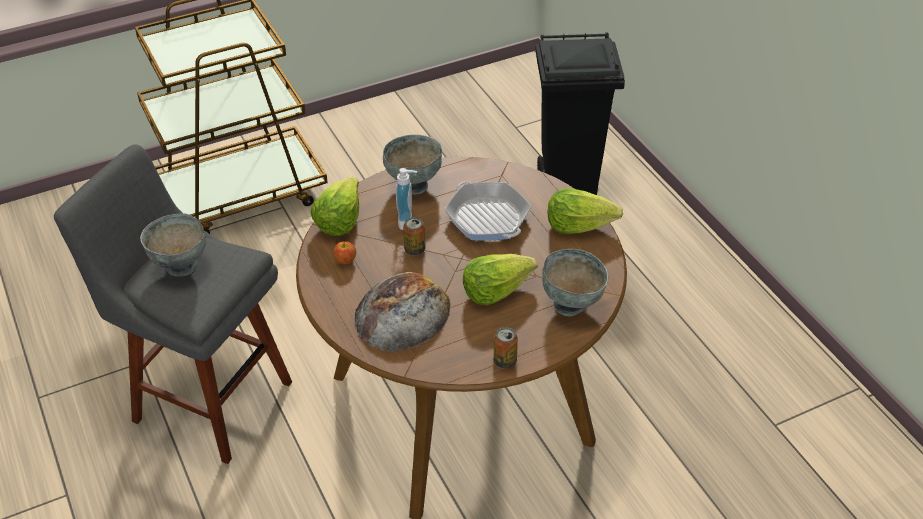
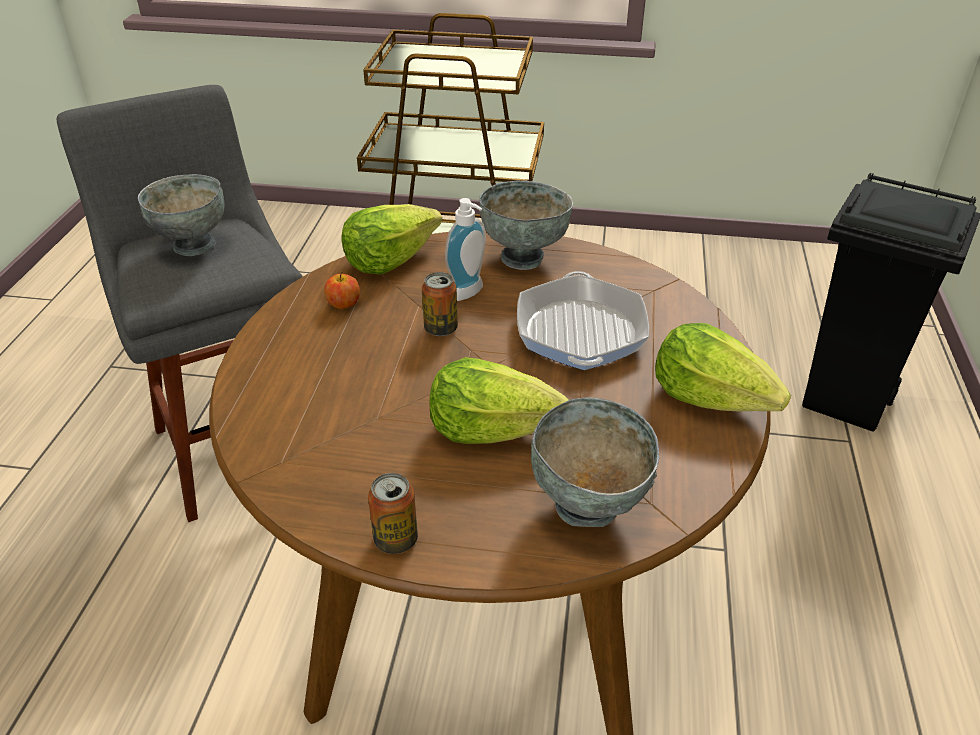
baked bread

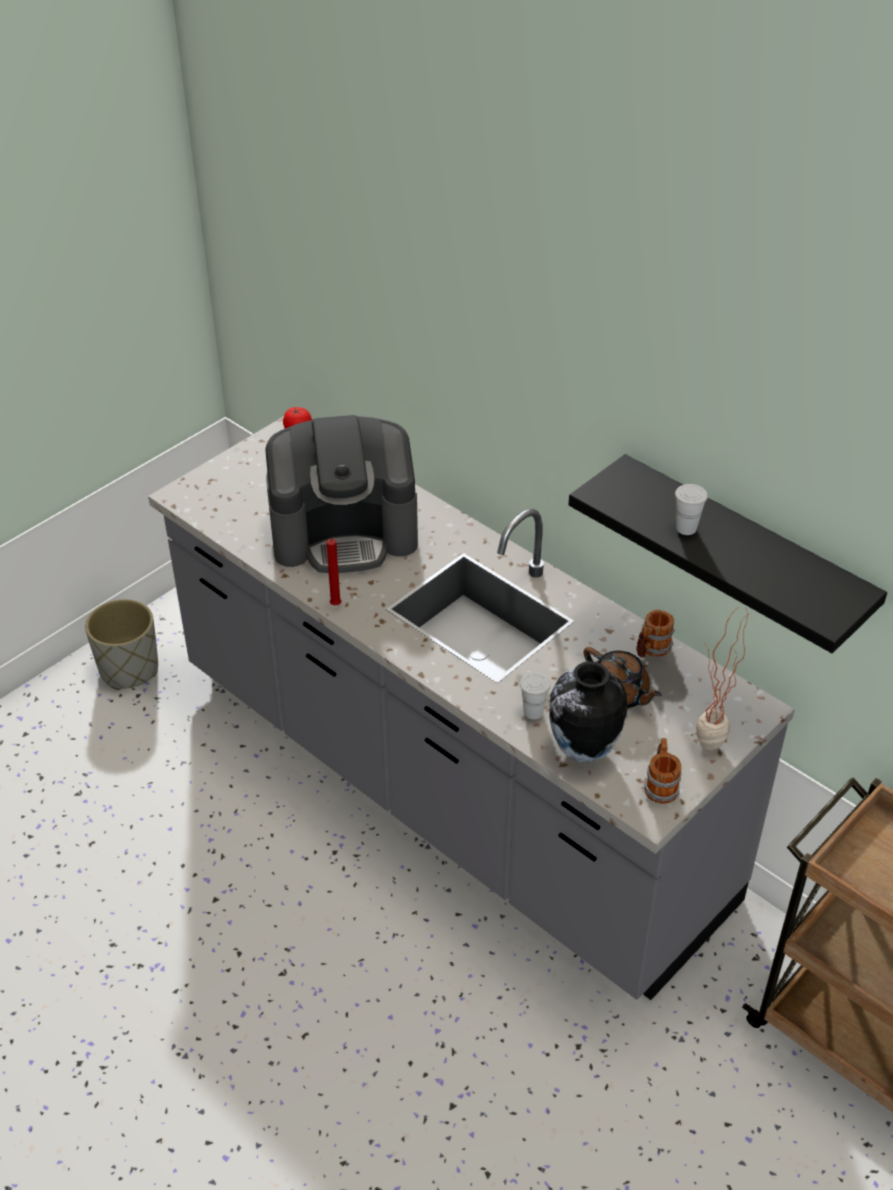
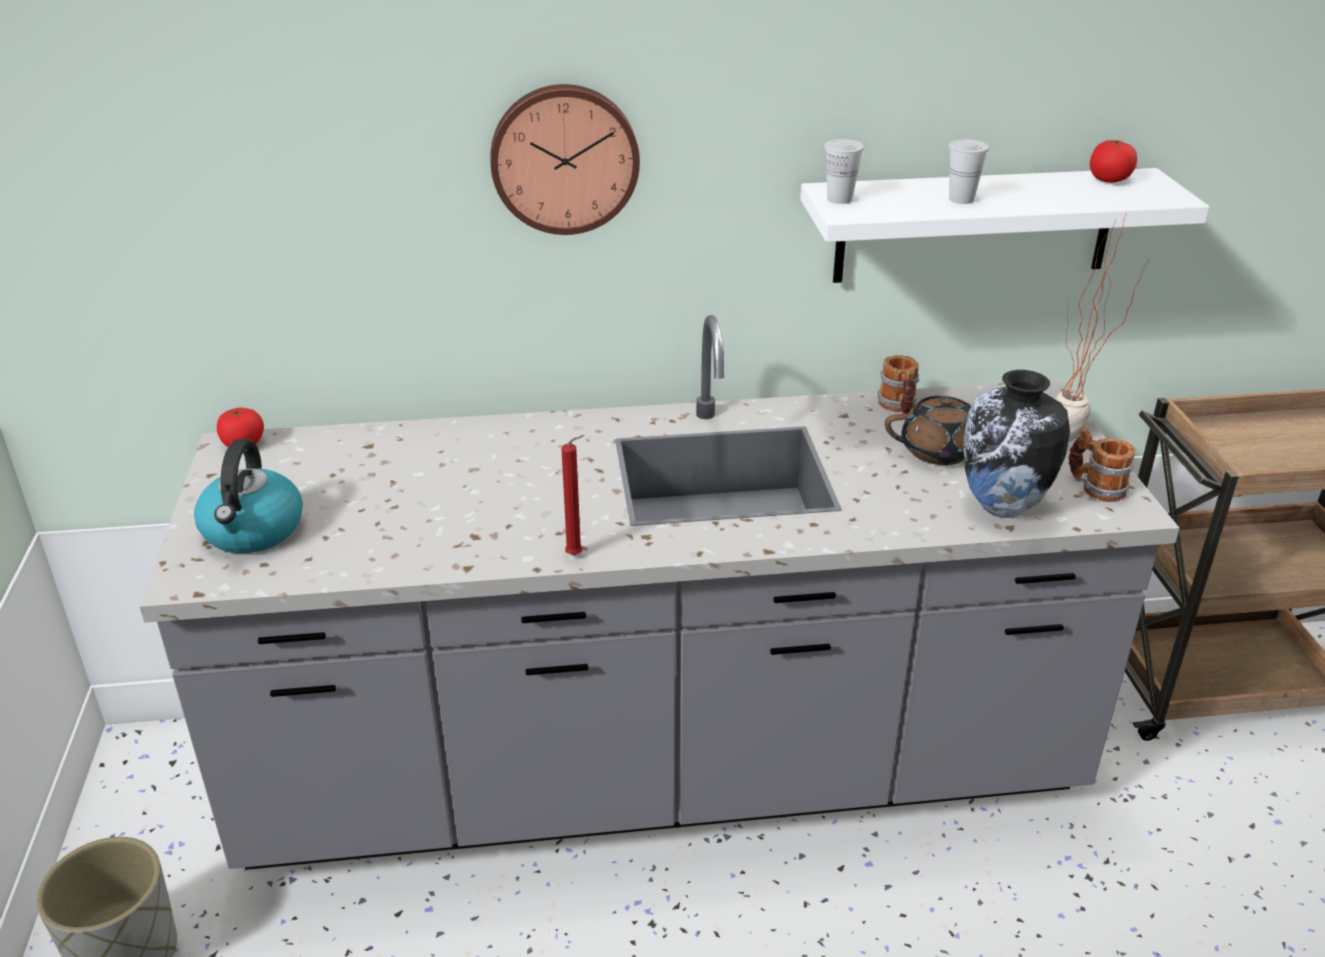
coffee machine
white-coloured small cup (no. 1 from left)
white-coloured wall shelf
water kettle
wall clock
tomato (no. 2 from left)

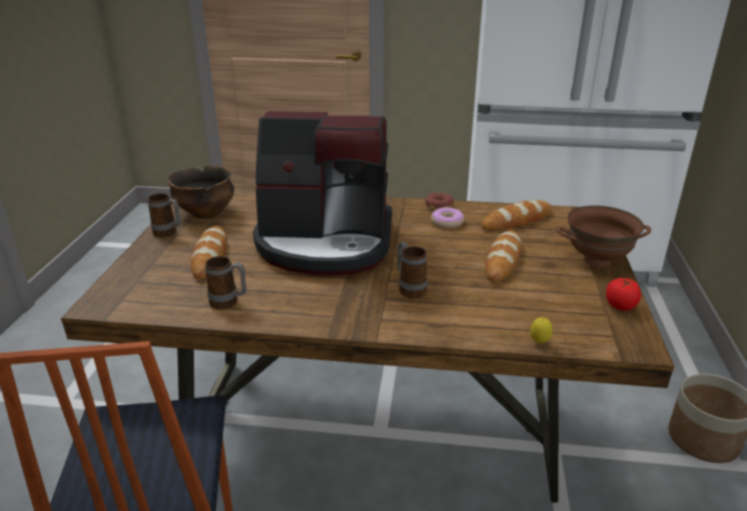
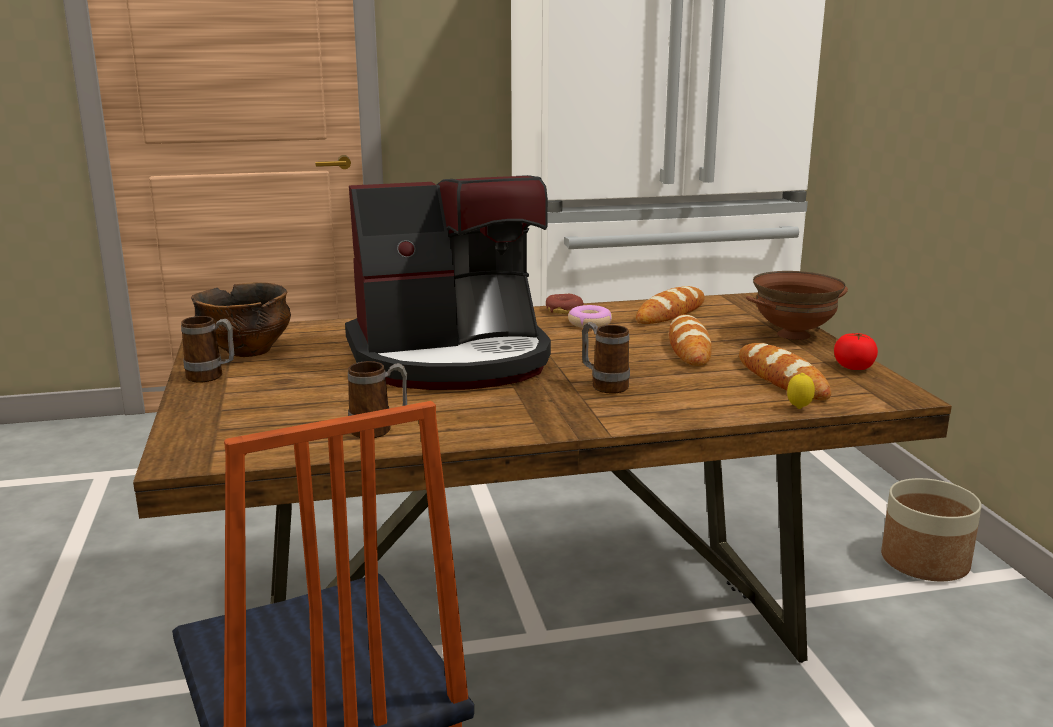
baked bread (no. 3 from left)

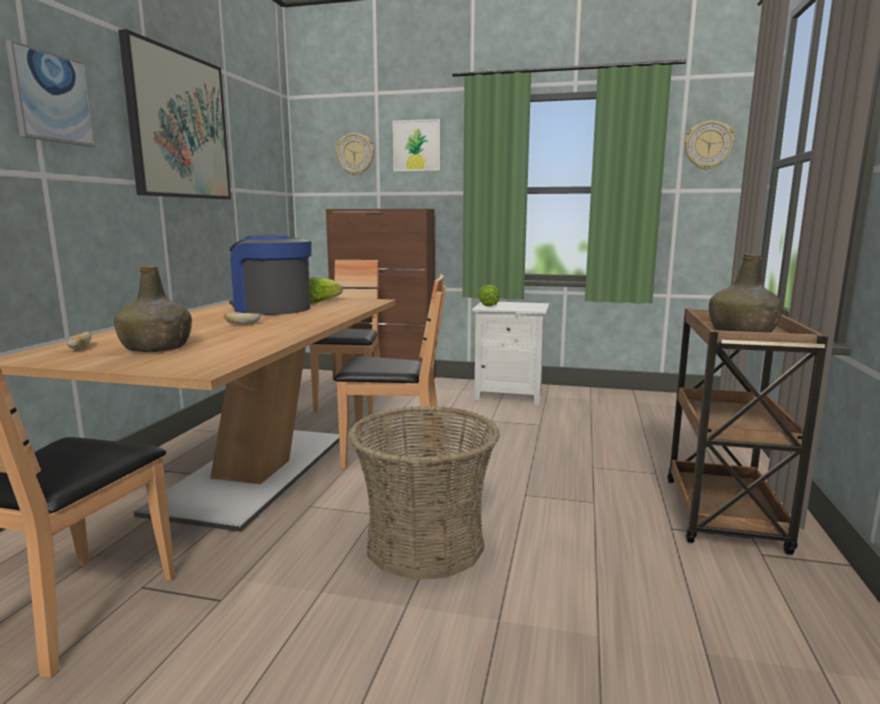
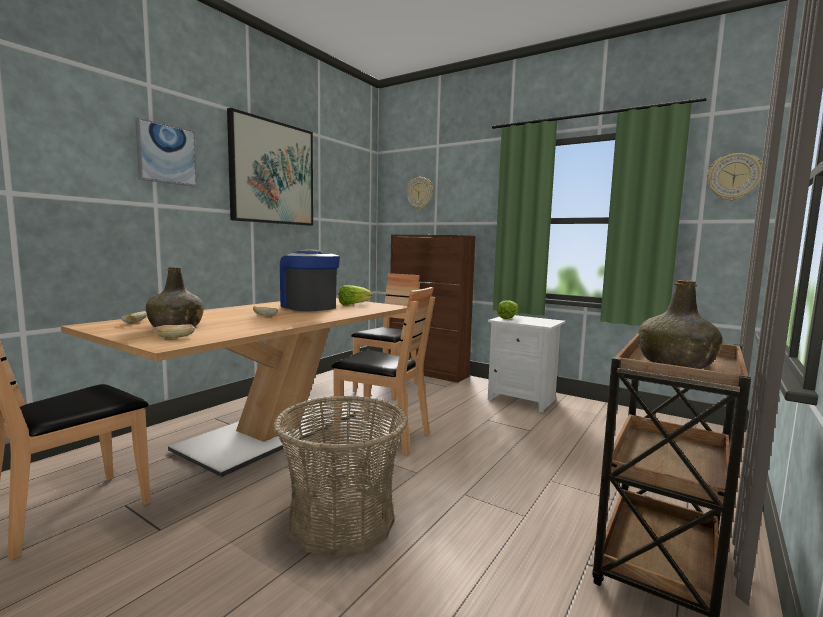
wall picture (no. 3 from left in the first image)
baked bread (no. 2 from left)

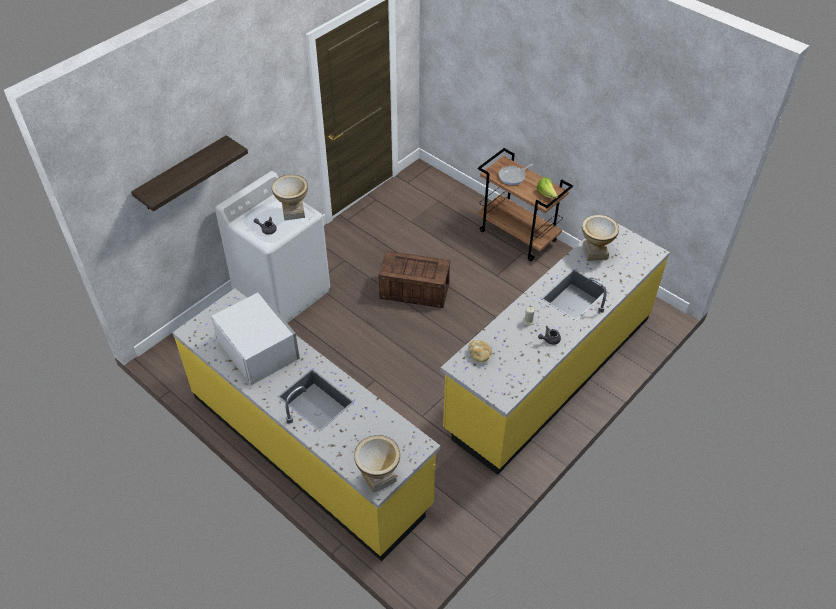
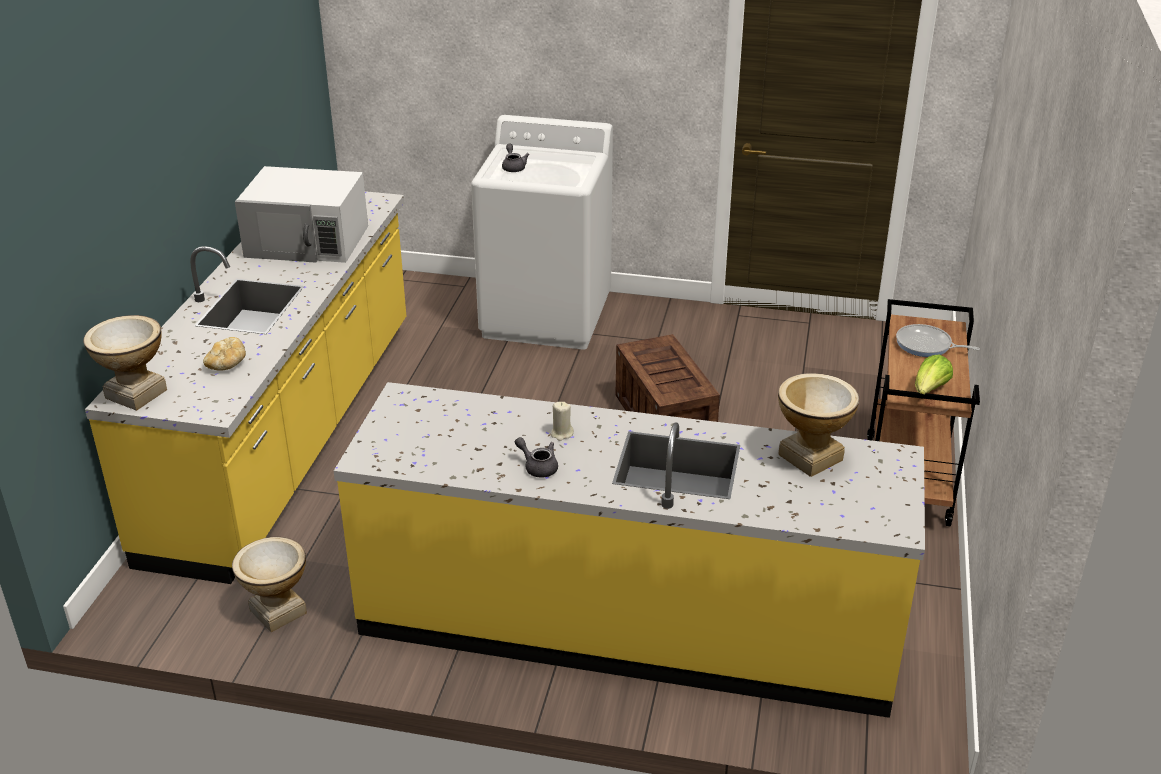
wall shelf
white-coloured microwave
decorative vase (no. 2 from left)
baked bread

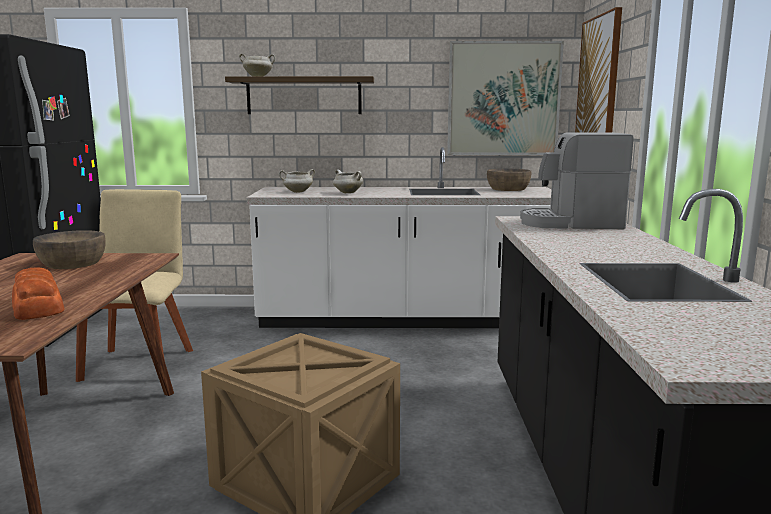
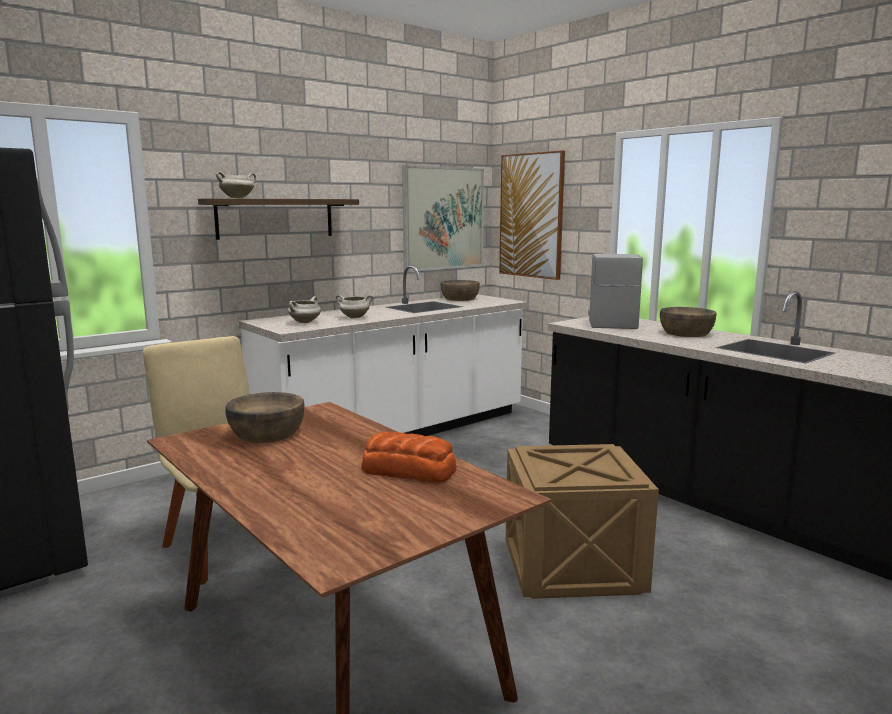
coffee machine
brown serving bowl (no. 3 from left)

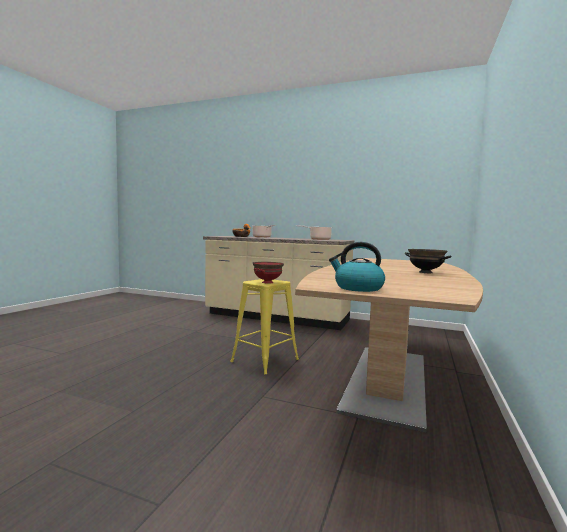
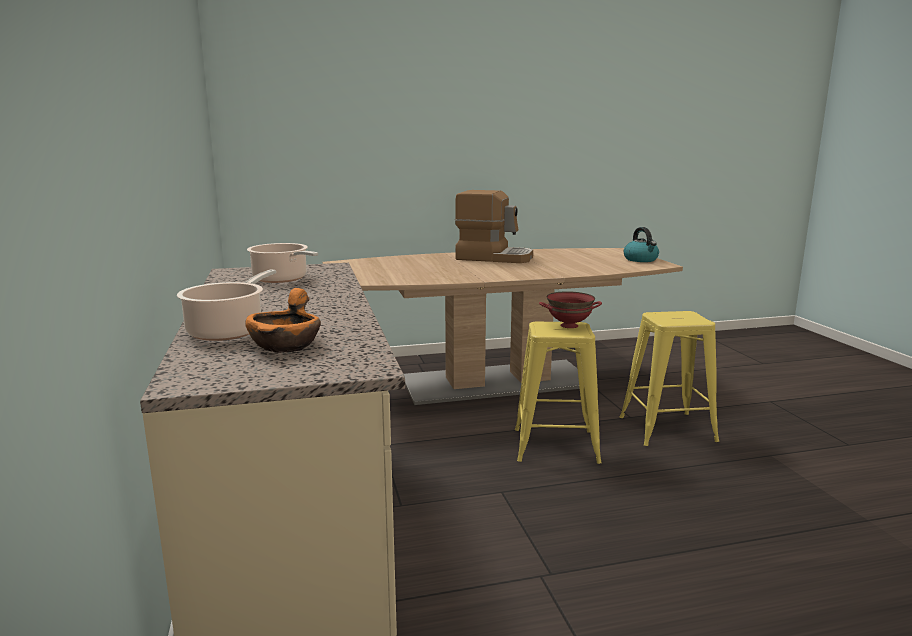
coffee machine
yellow stool seat (no. 2 from left)

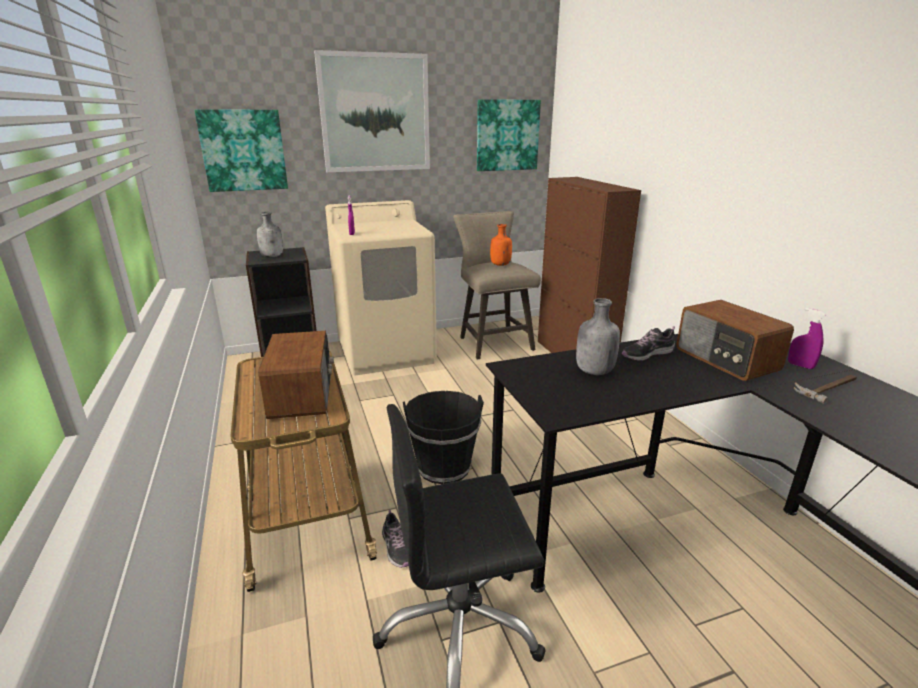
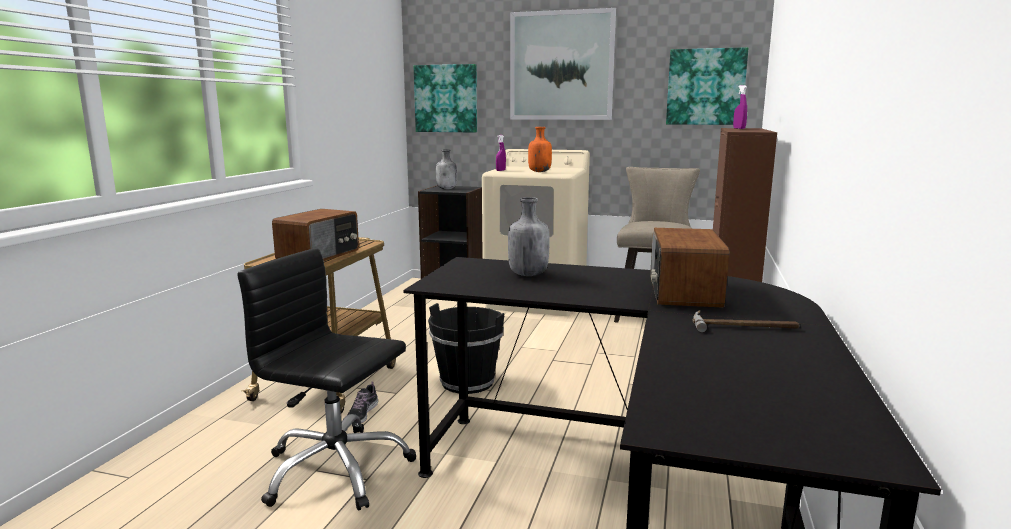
orangey drink bottle
low shoe (no. 2 from left in the first image)
purplish sprayer (no. 2 from left)

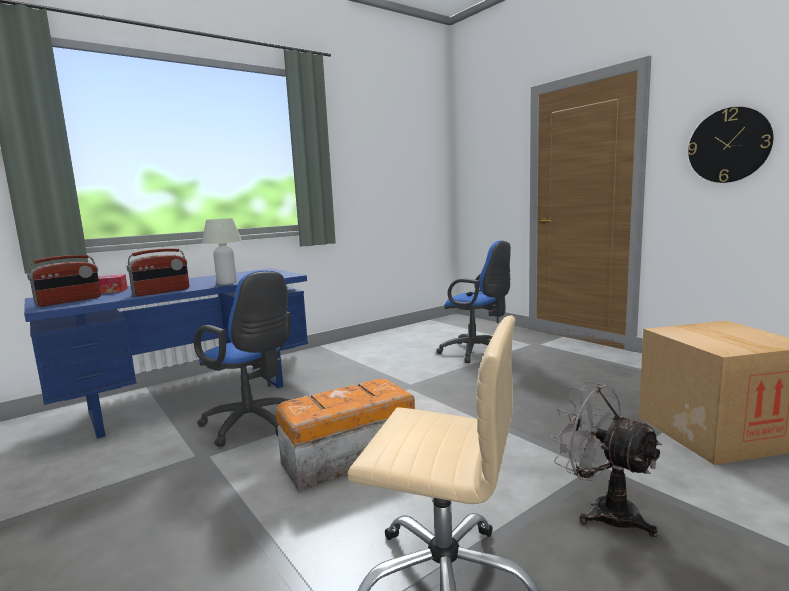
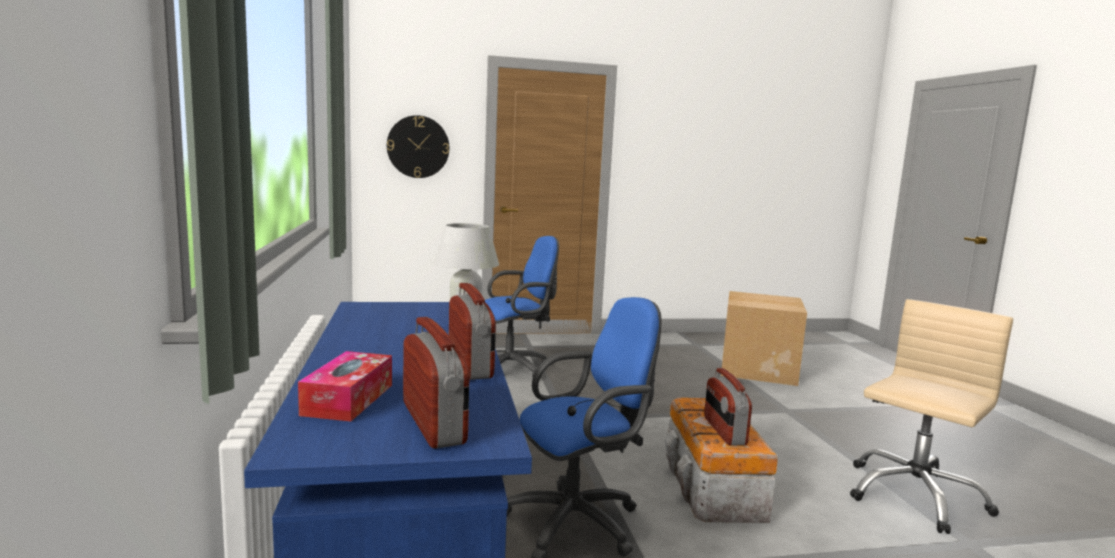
grey electric fan
wall clock
radio receiver (no. 3 from left)

